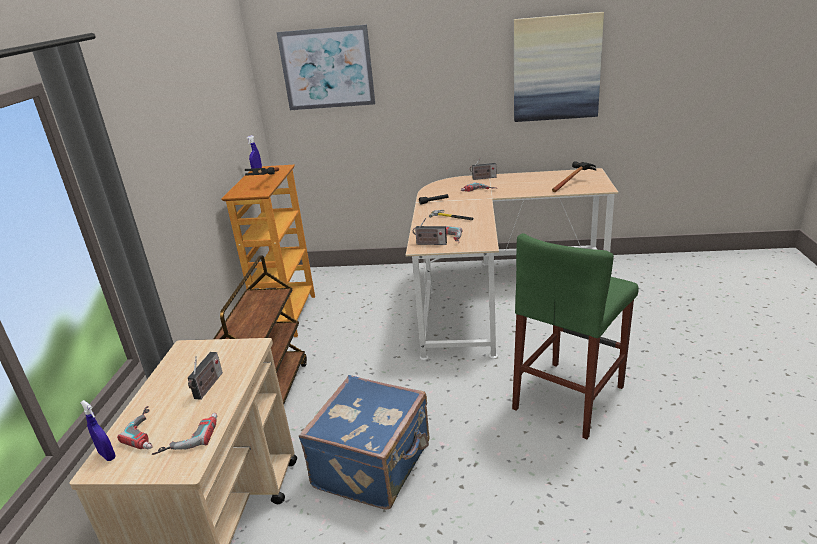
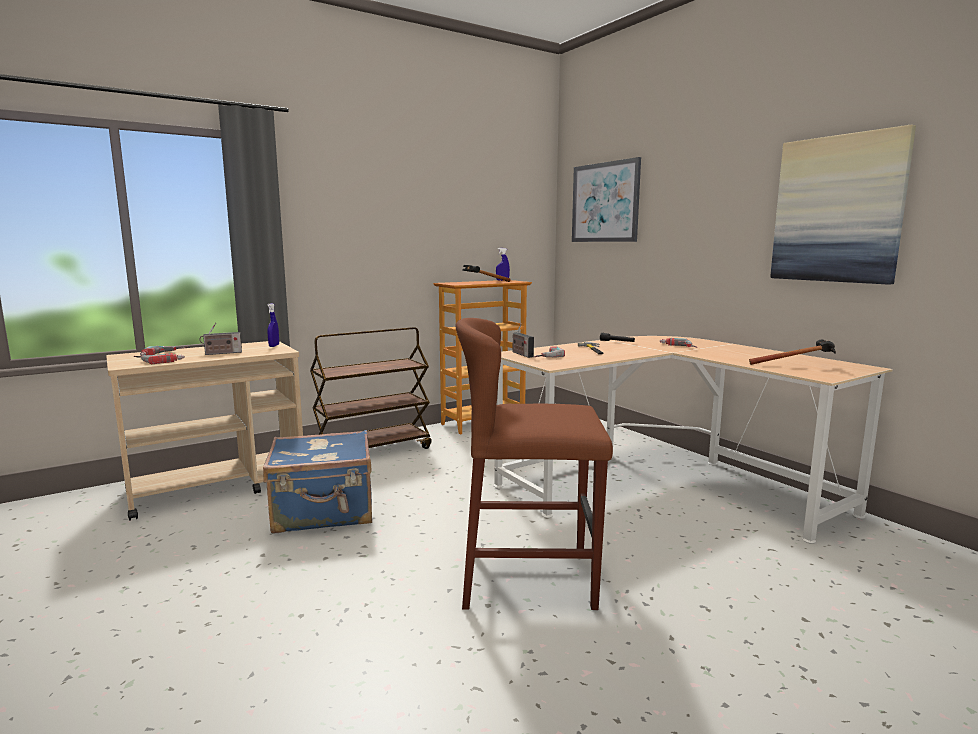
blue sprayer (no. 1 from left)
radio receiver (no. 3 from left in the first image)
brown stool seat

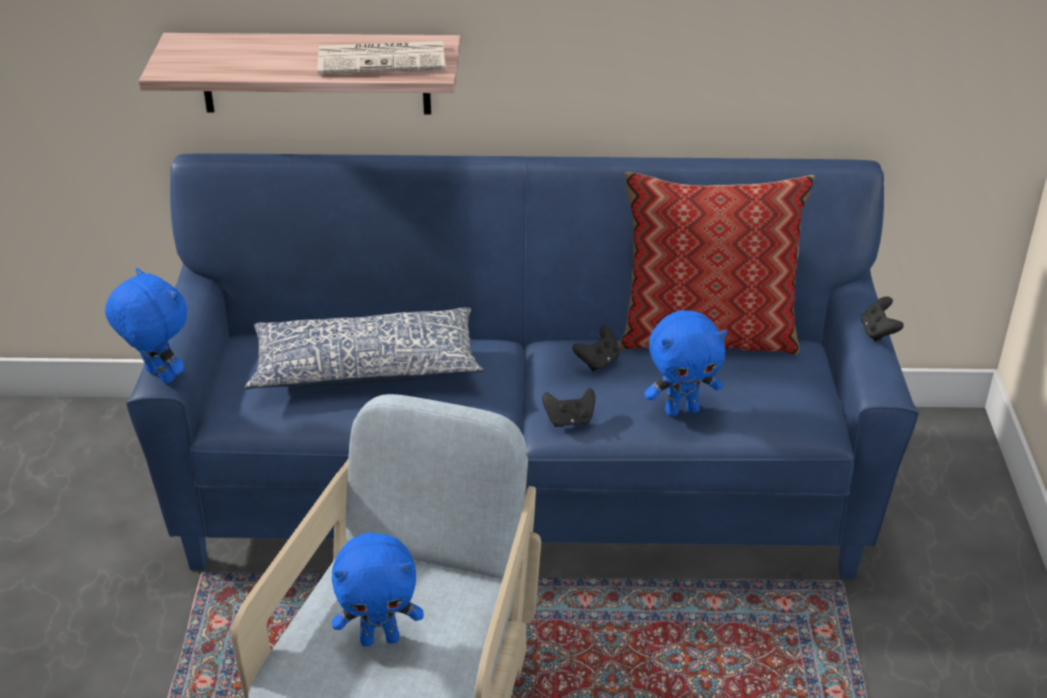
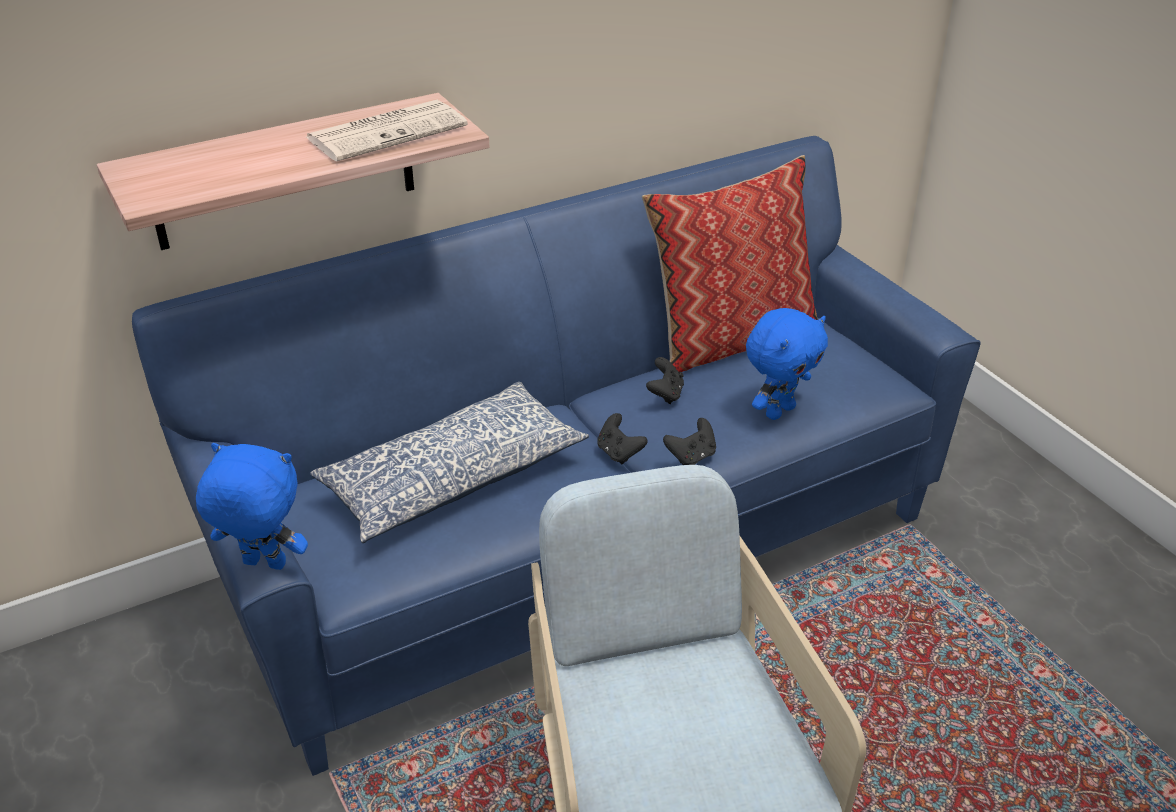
blue plush toy (no. 2 from left in the first image)
black game controller (no. 1 from left)

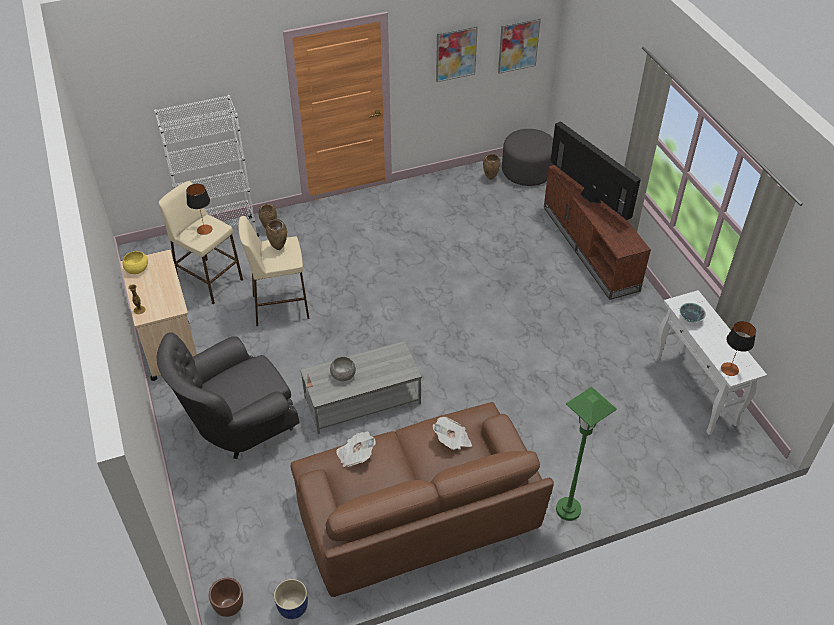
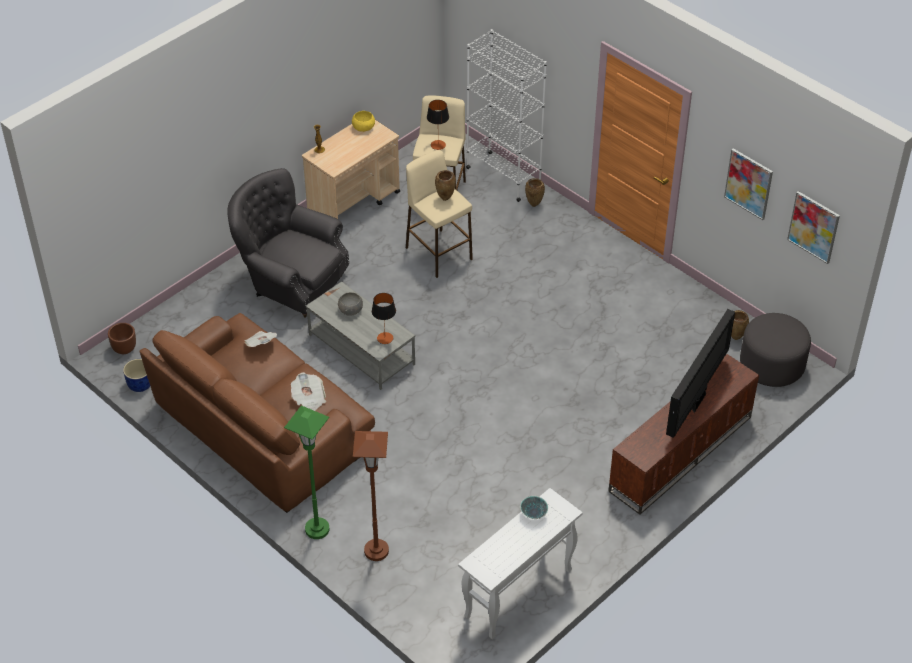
tabletop lamp (no. 1 from left)
brown standing lamp

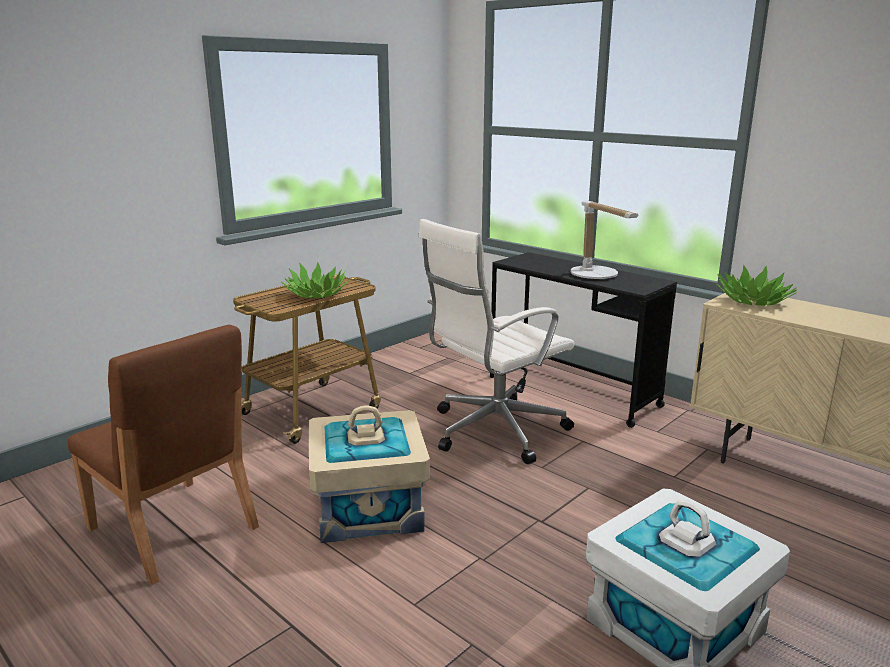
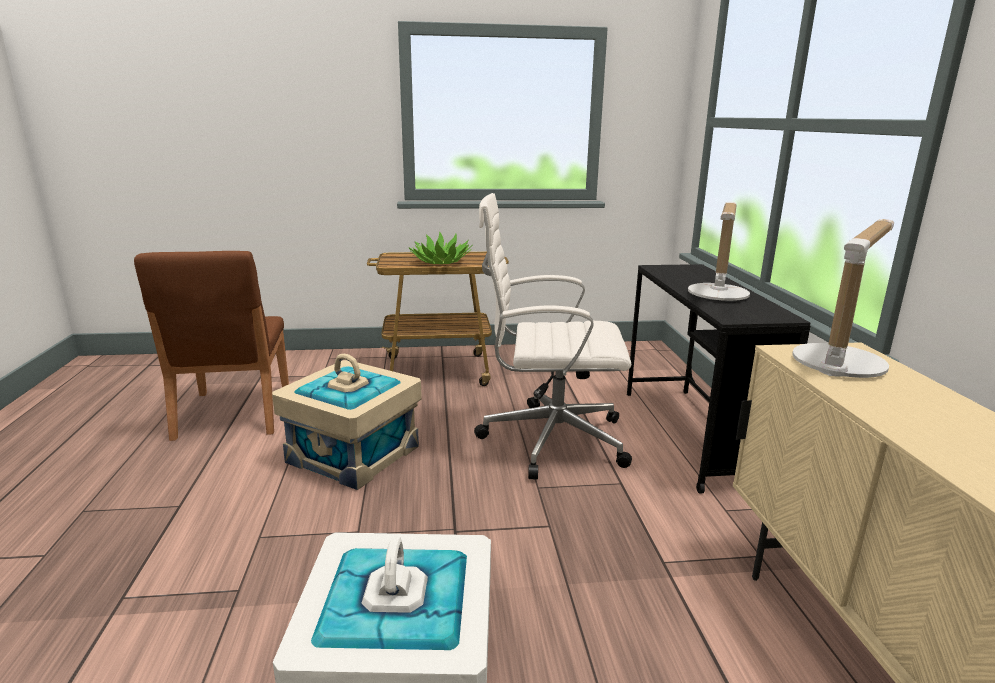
tabletop lamp (no. 2 from left)

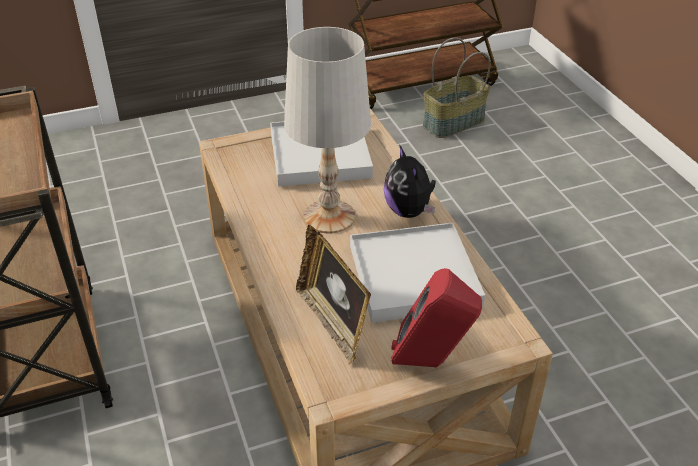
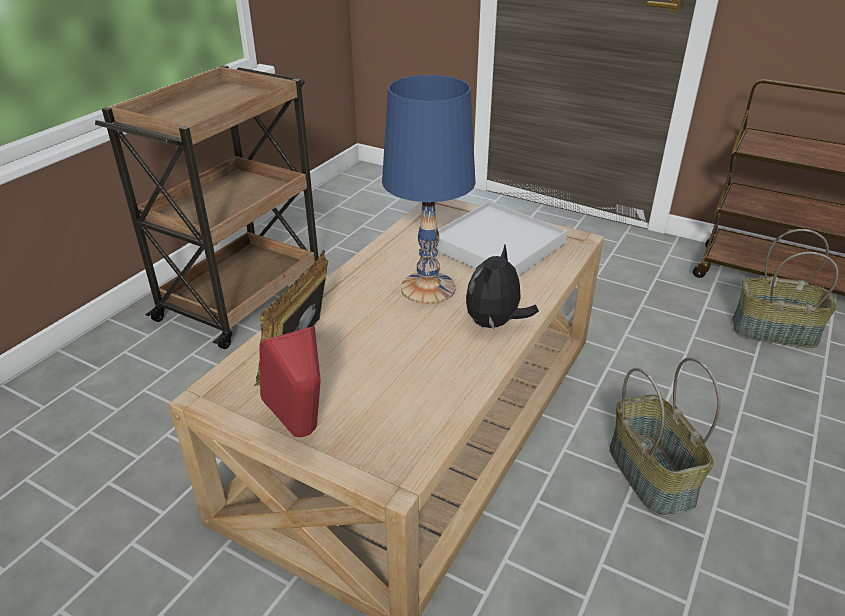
blue tabletop lamp
white-coloured tray (no. 2 from left in the first image)
storage basket (no. 1 from left)

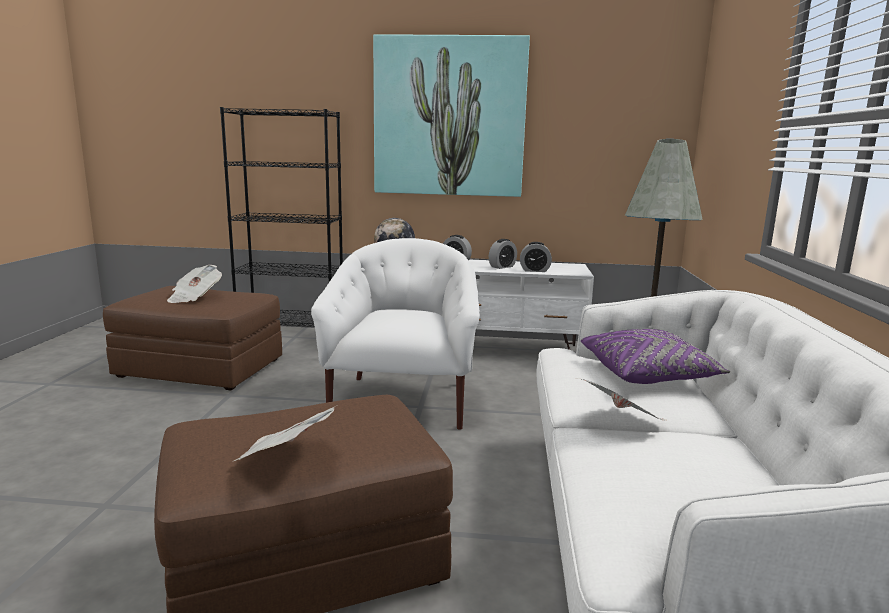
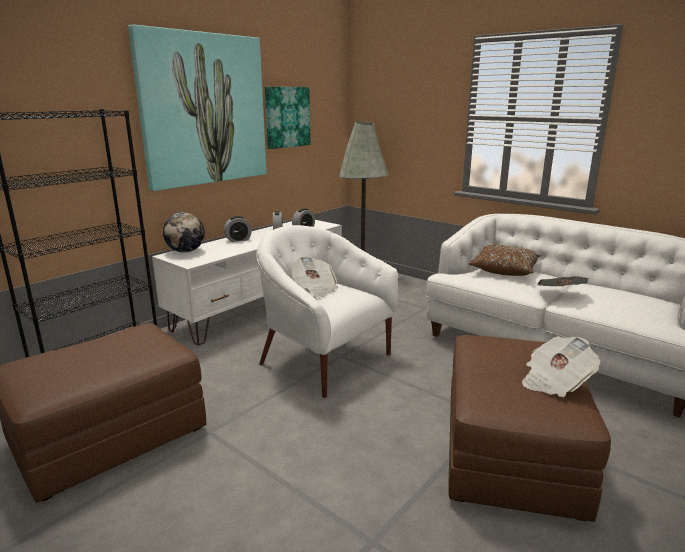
newspaper (no. 1 from left)
brown cushion
wall picture (no. 2 from left)

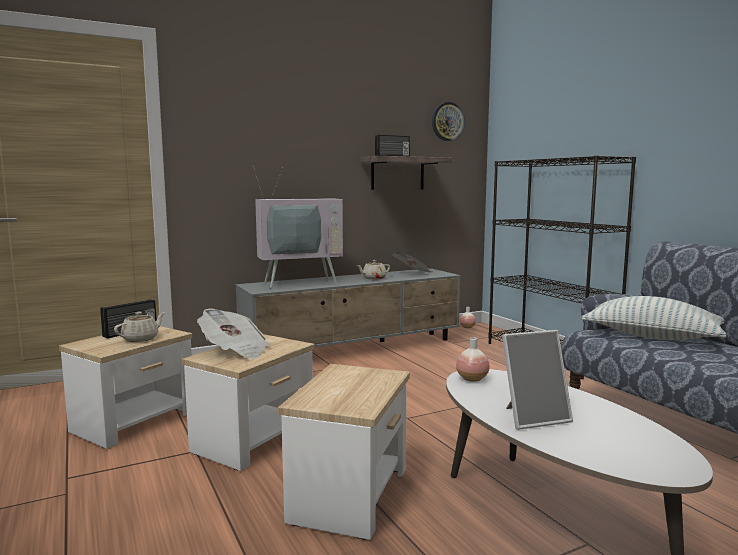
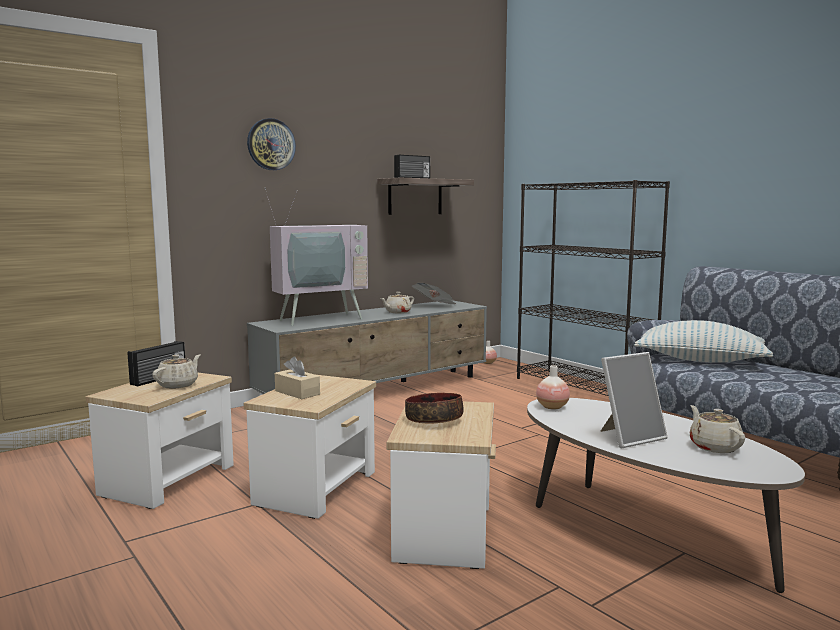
beige-coloured box of tissues
wall clock
serving bowl
beige-coloured teapot (no. 3 from left)

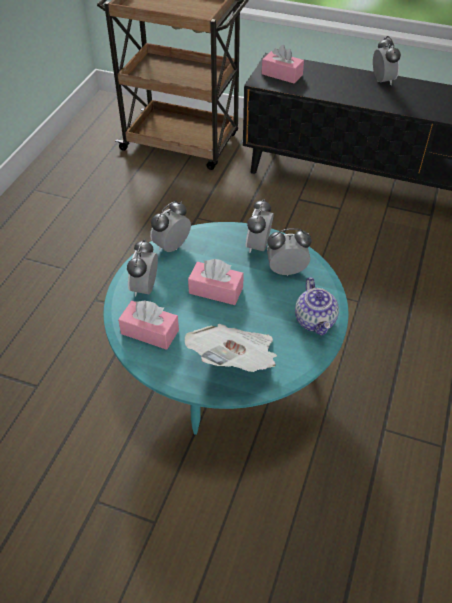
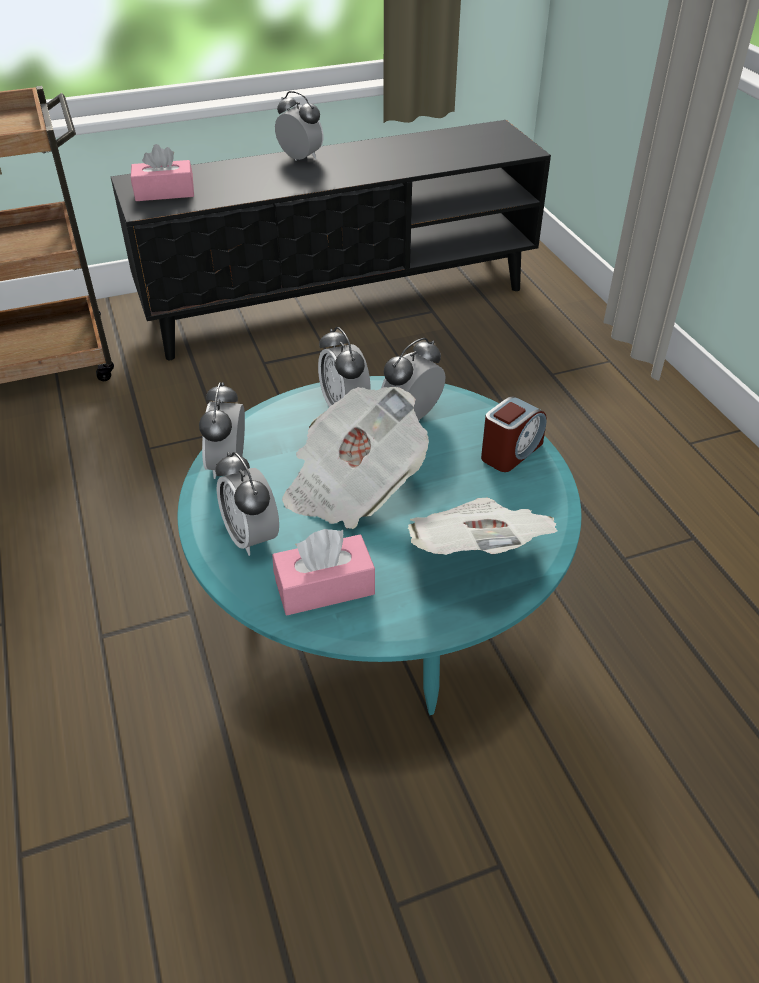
newspaper (no. 1 from left)
table clock (no. 6 from left)

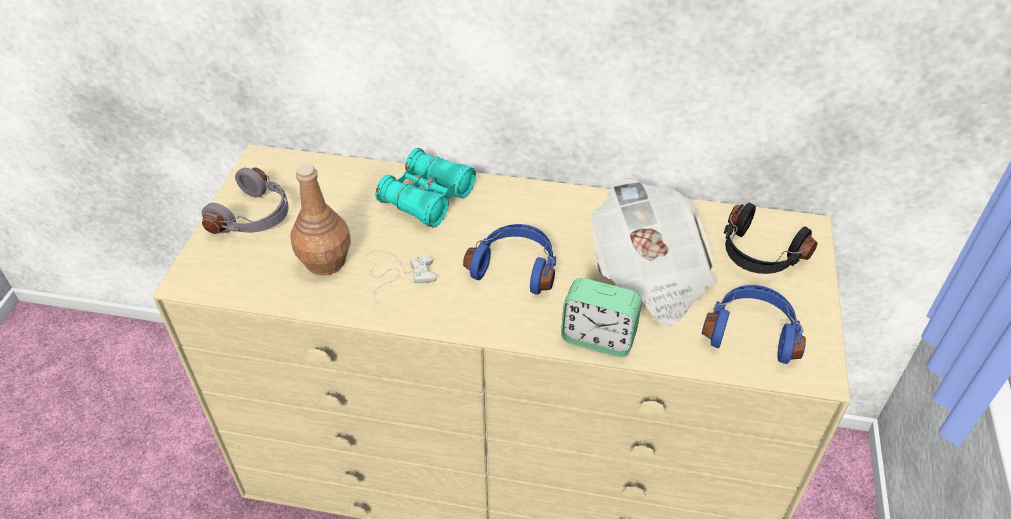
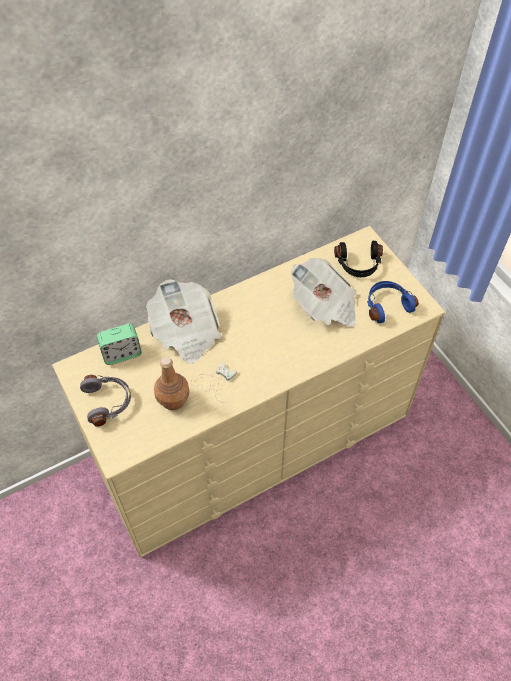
newspaper (no. 1 from left)
blue pair of headphones (no. 1 from left in the first image)
table clock

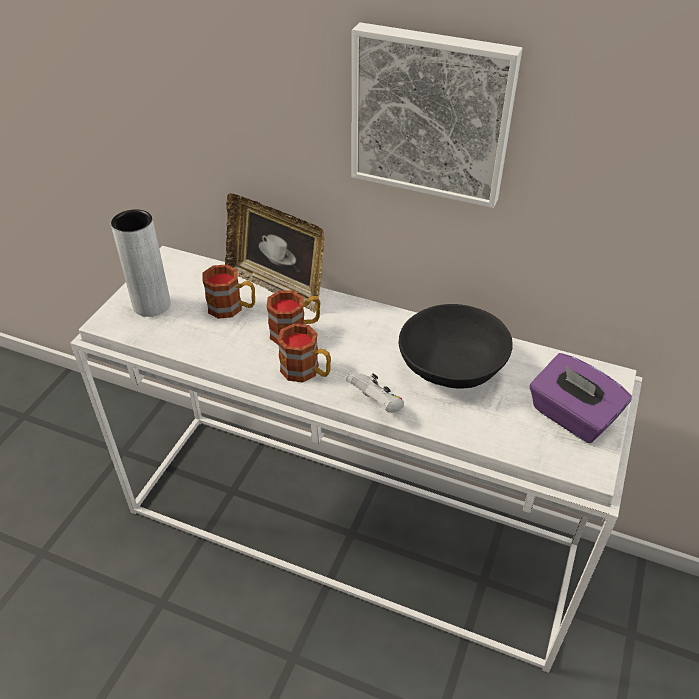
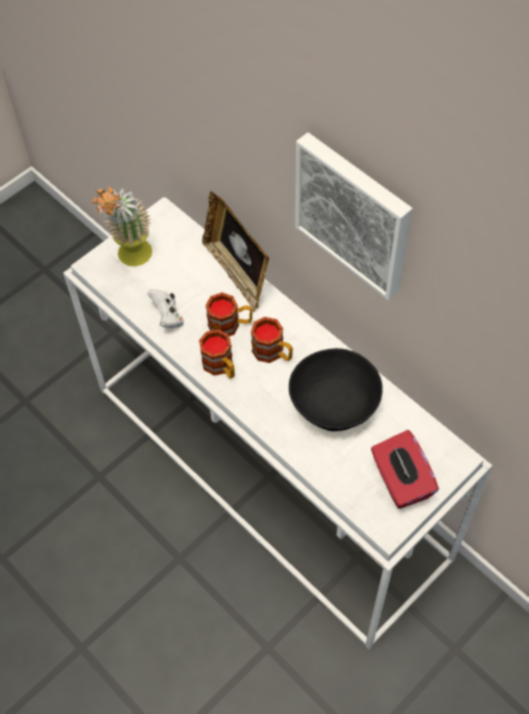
plant in a pot
mug (no. 3 from left)
white-coloured game controller
reddish box of tissues

